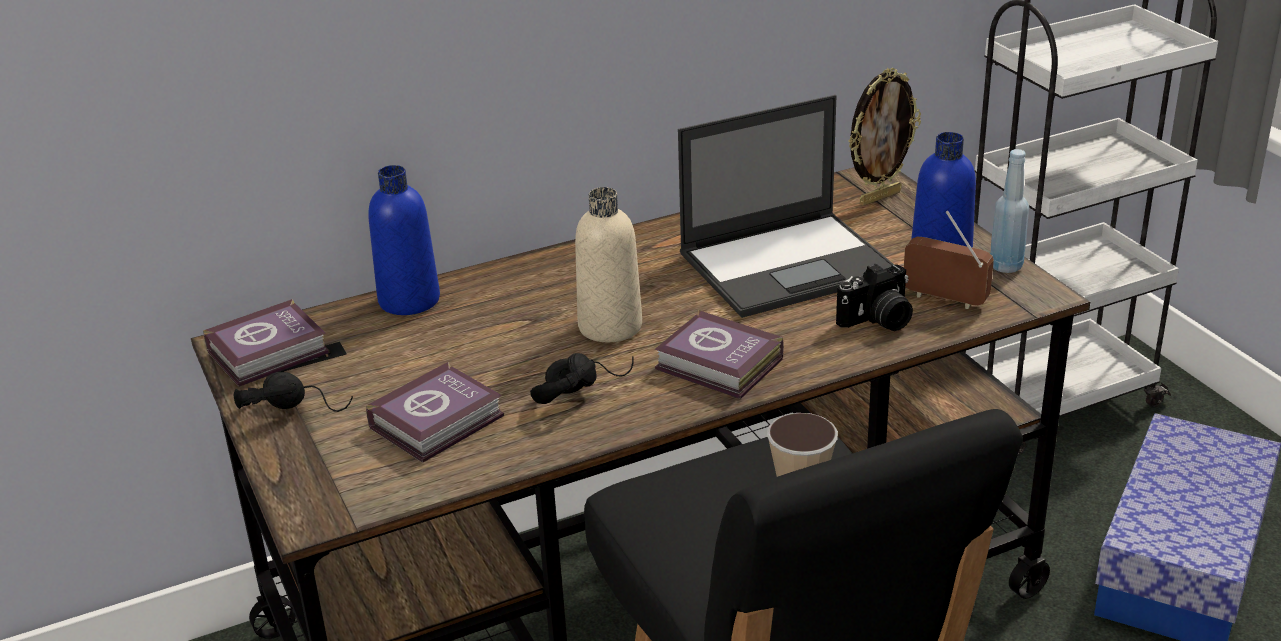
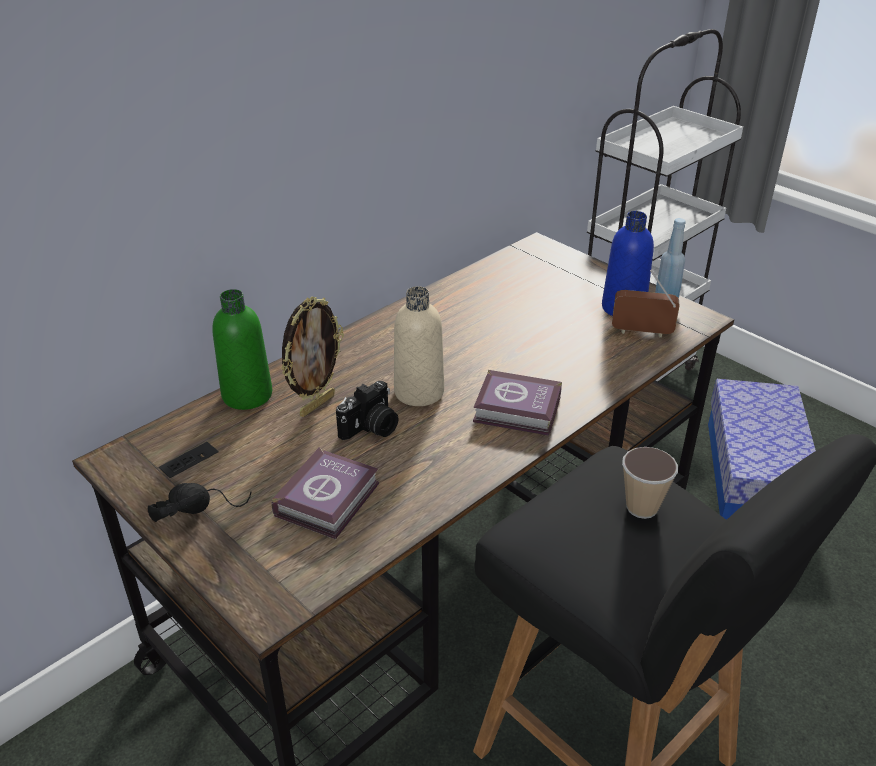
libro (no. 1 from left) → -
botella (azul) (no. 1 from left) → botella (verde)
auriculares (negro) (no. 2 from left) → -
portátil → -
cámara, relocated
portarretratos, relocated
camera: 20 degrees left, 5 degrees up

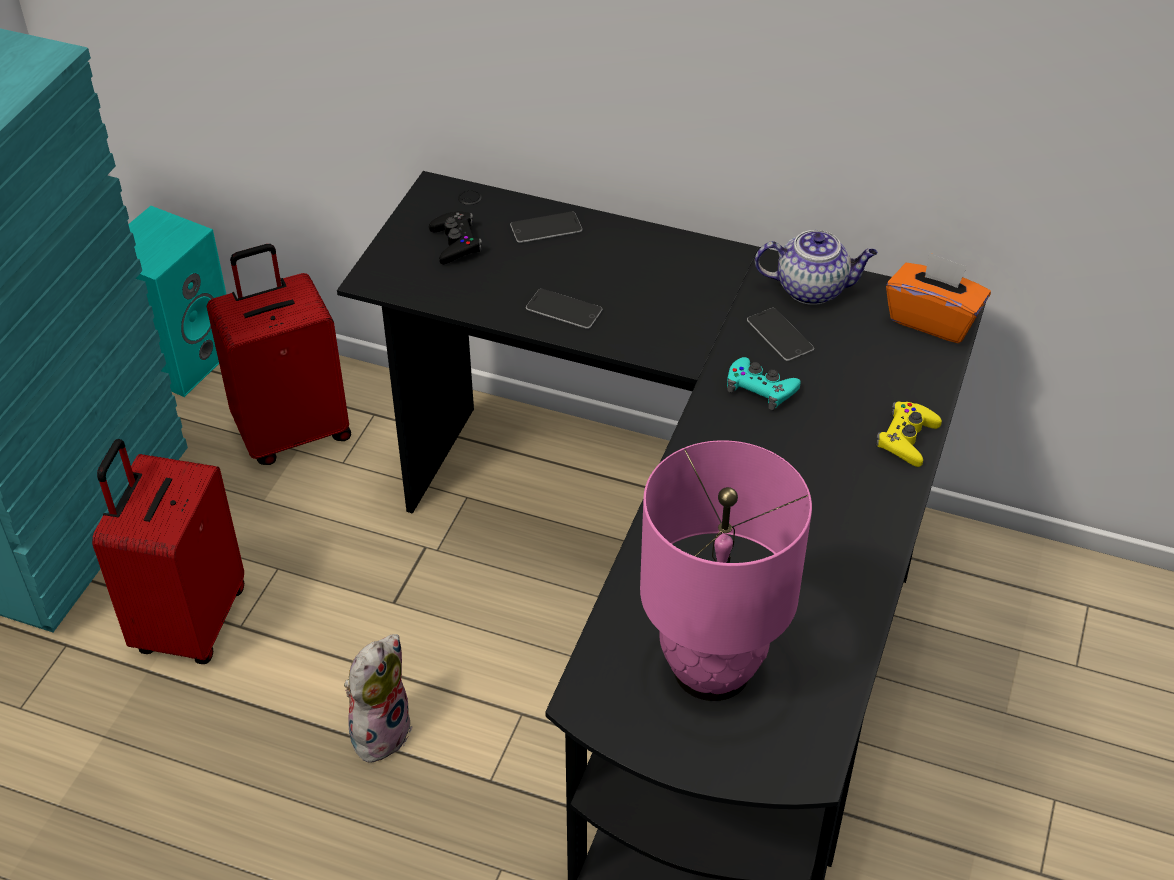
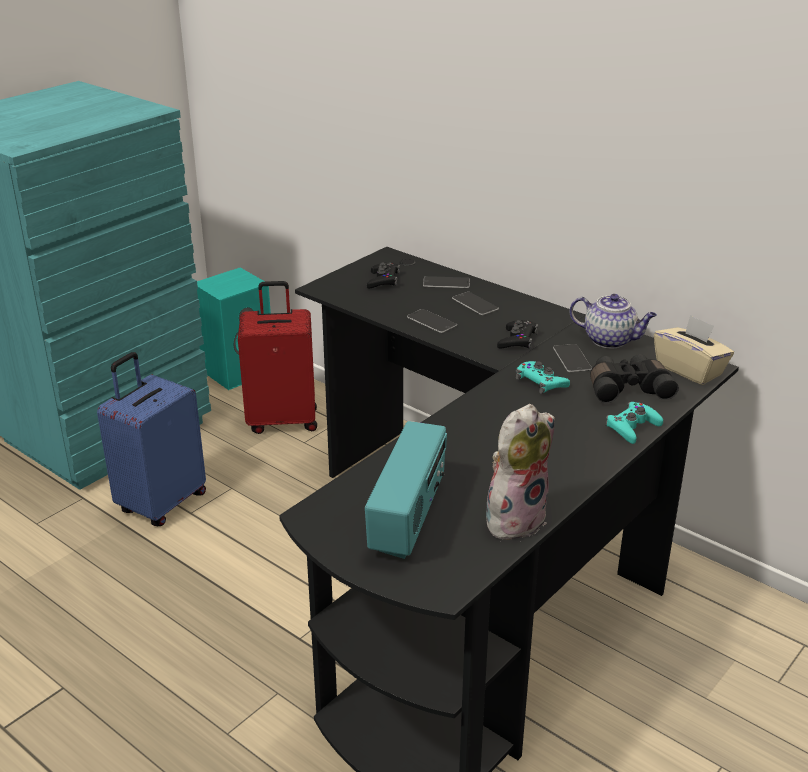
maleta (rojo) (no. 1 from left) → maleta (azul)
peluche, relocated
lámpara de mesa (rosa) → radio
mando de consola (amarillo) → mando de consola (turquesa) (no. 2 from left)
caja de pañuelos (naranja) → caja de pañuelos (beis)
- → móvil (no. 3 from left)
- → mando de consola (negro) (no. 2 from left)
- → prismáticos (negro)
camera: 20 degrees right, 15 degrees down

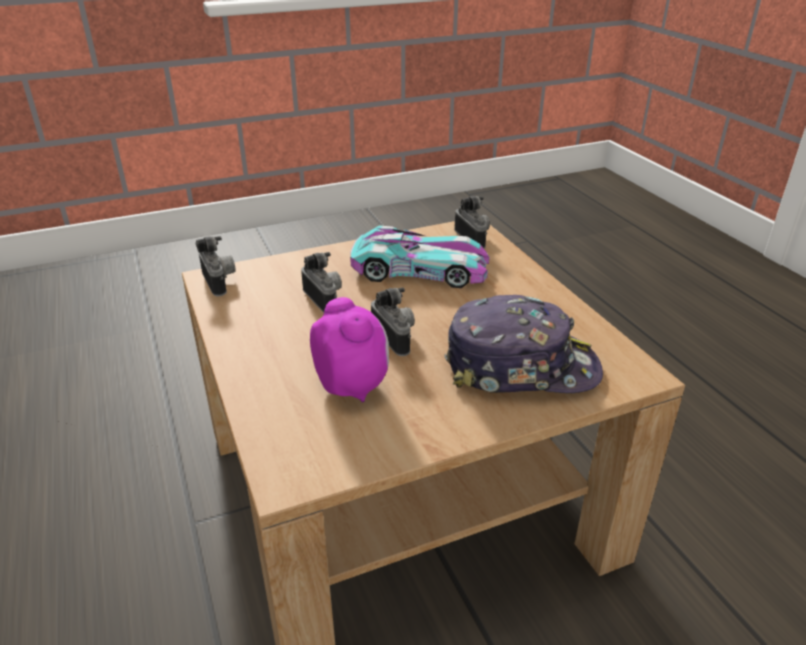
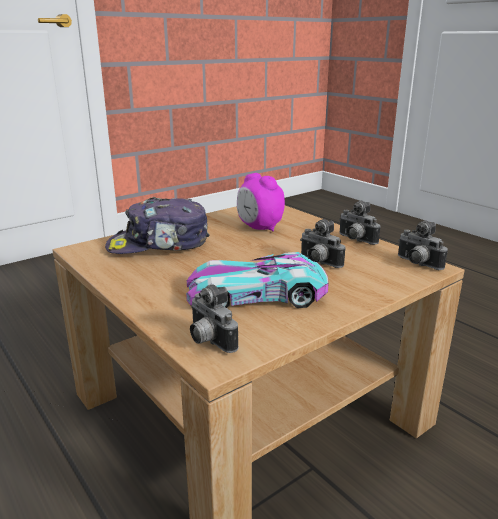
cámara (no. 3 from left), relocated
camera: 165 degrees right, 10 degrees down

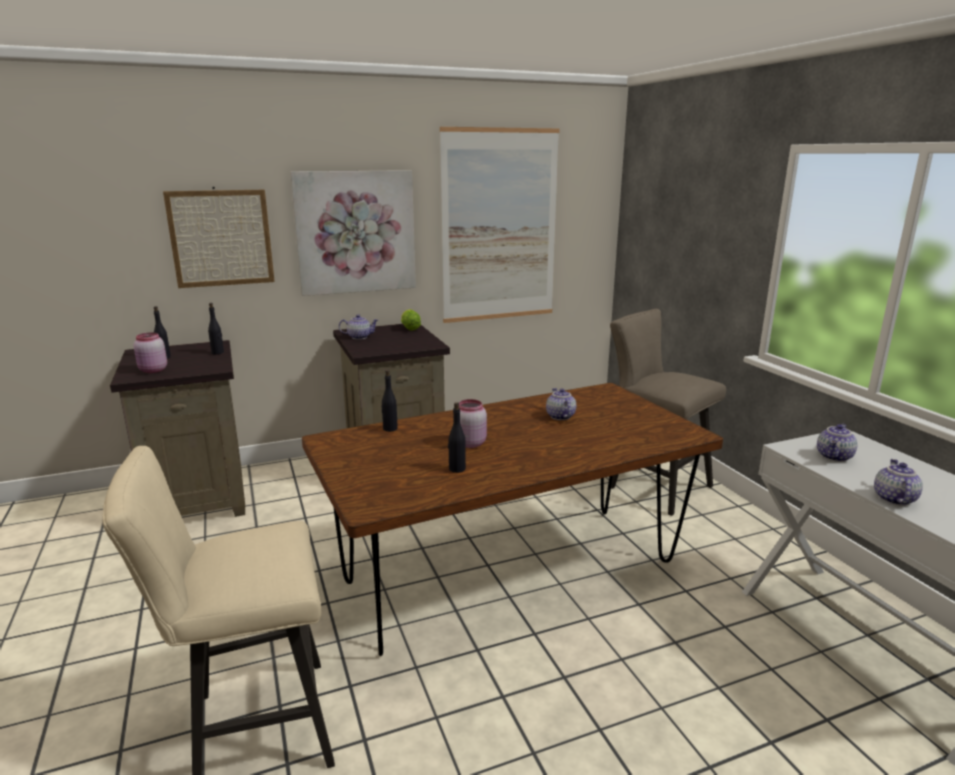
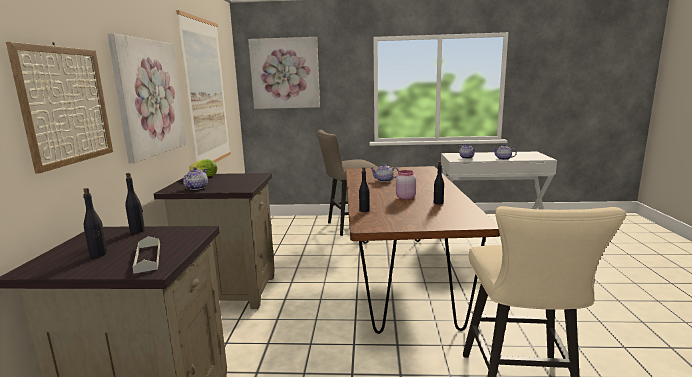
tarro (rosa) (no. 1 from left) → bandeja (gris)
- → cuadro (no. 4 from left)
camera: 65 degrees left, 5 degrees down

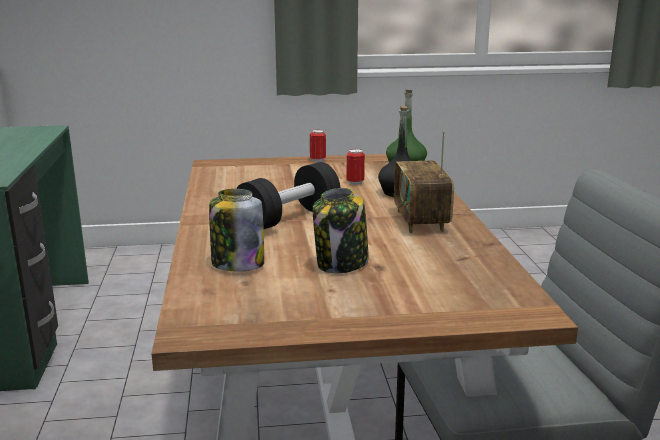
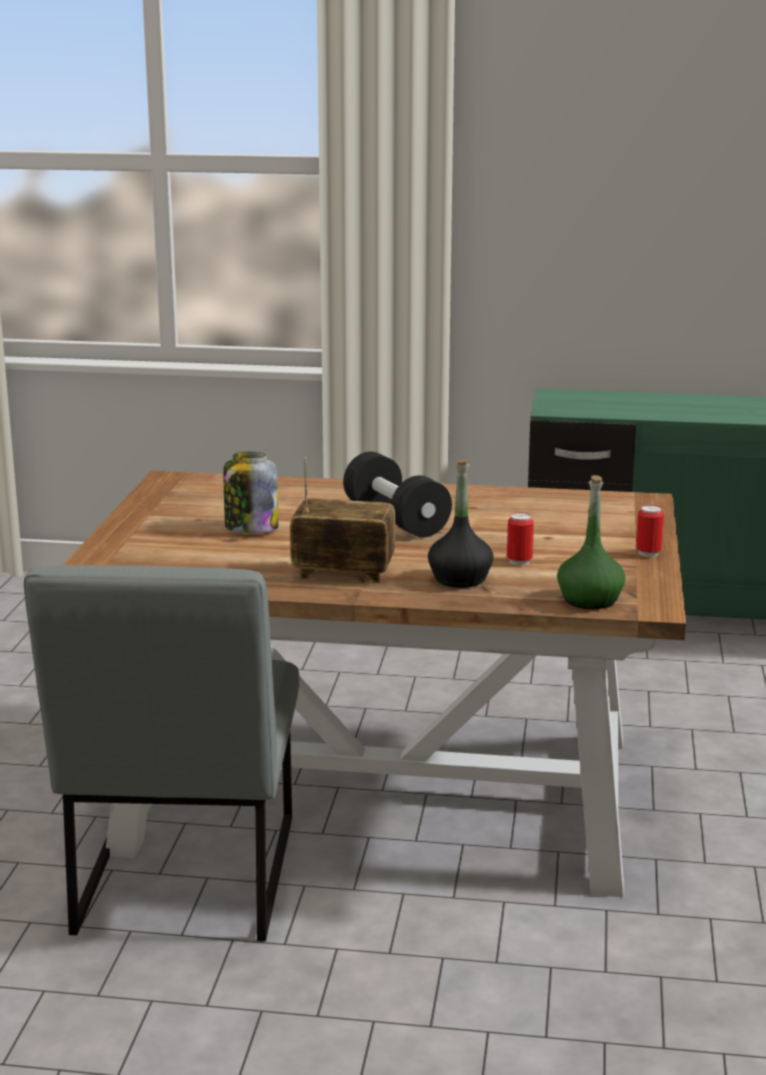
tarro (no. 1 from left) → -
camera: 105 degrees right, 0 degrees up

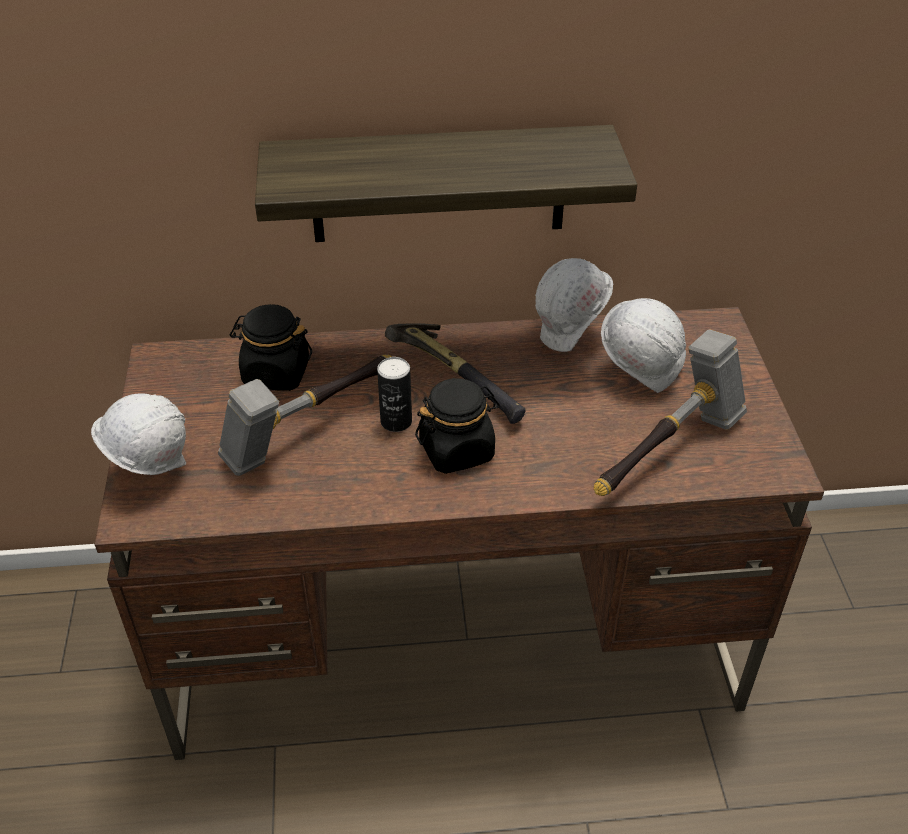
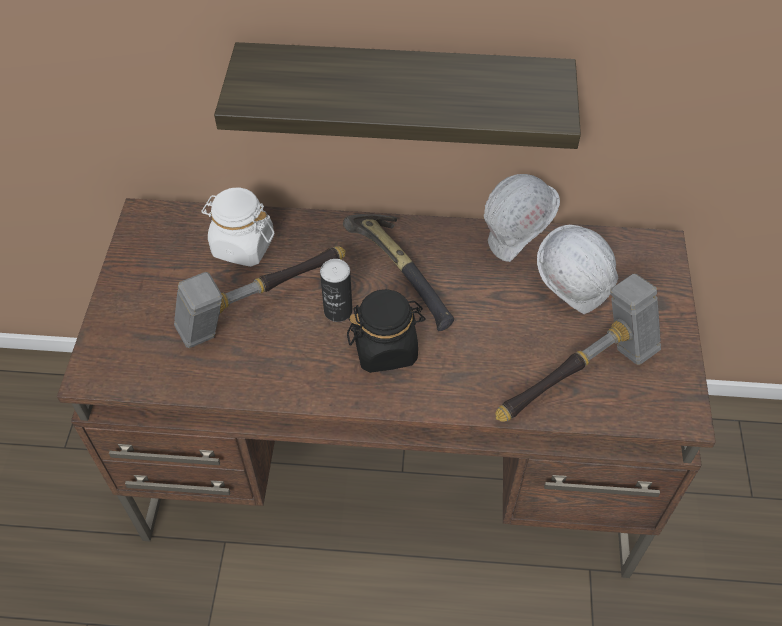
casco (blanco) (no. 1 from left) → -
tarro (negro) (no. 1 from left) → tarro (blanco)
camera: 10 degrees right, 10 degrees up

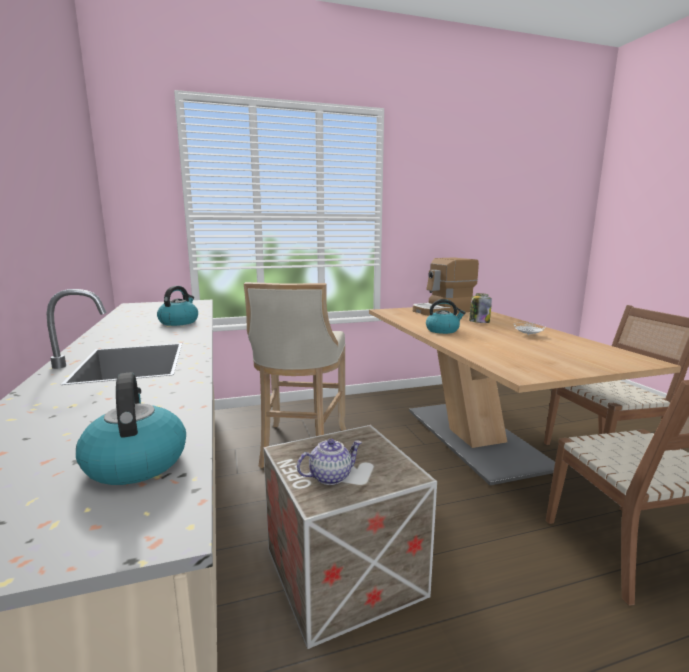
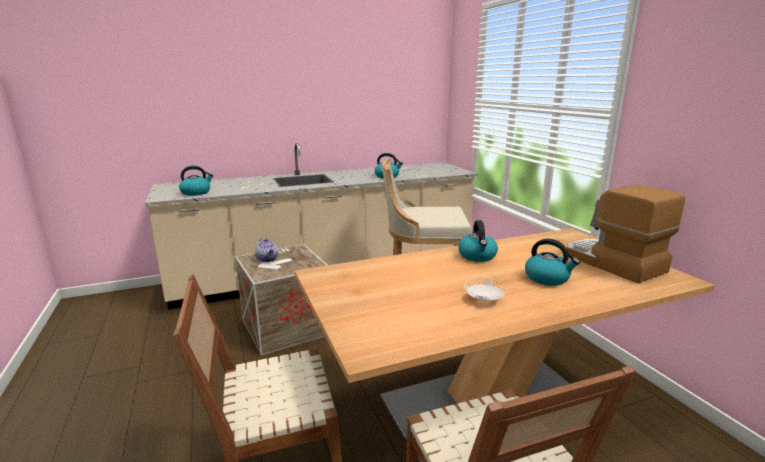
tarro → hervidor (no. 4 from left)
camera: 85 degrees right, 5 degrees up

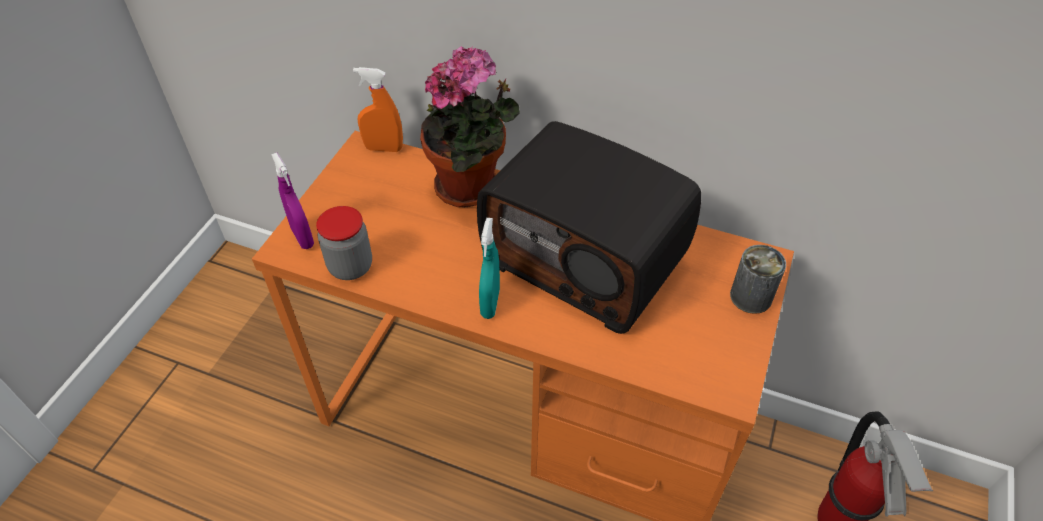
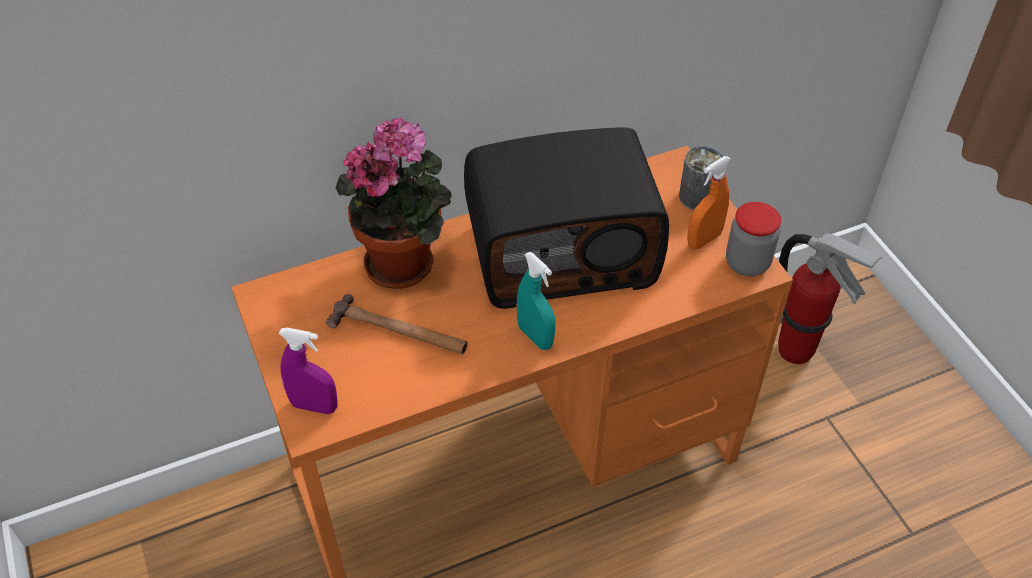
tarro, relocated
pulverizador (naranja), relocated
- → martillo
camera: 45 degrees left, 0 degrees up

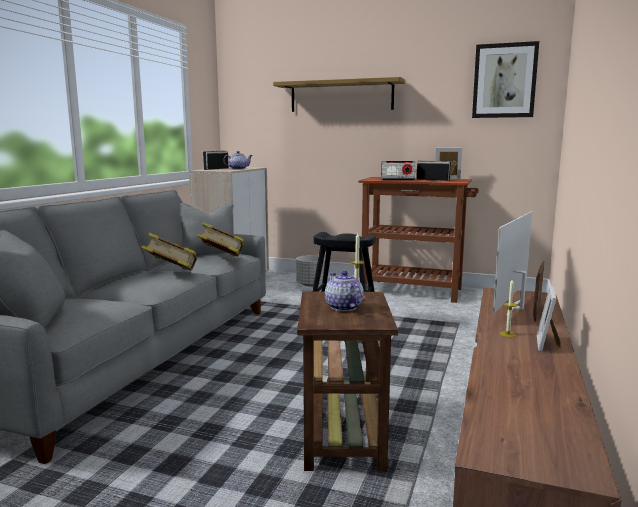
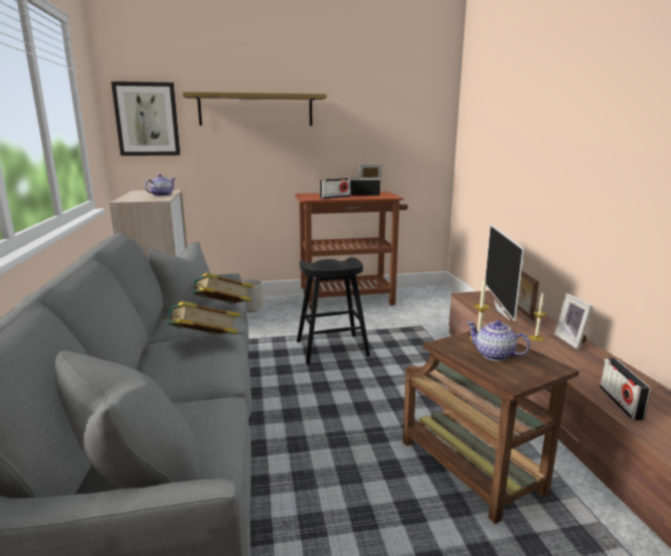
radio (no. 1 from left in the first image) → radio (no. 3 from left), relocated
cuadro, relocated
camera: 30 degrees left, 5 degrees up

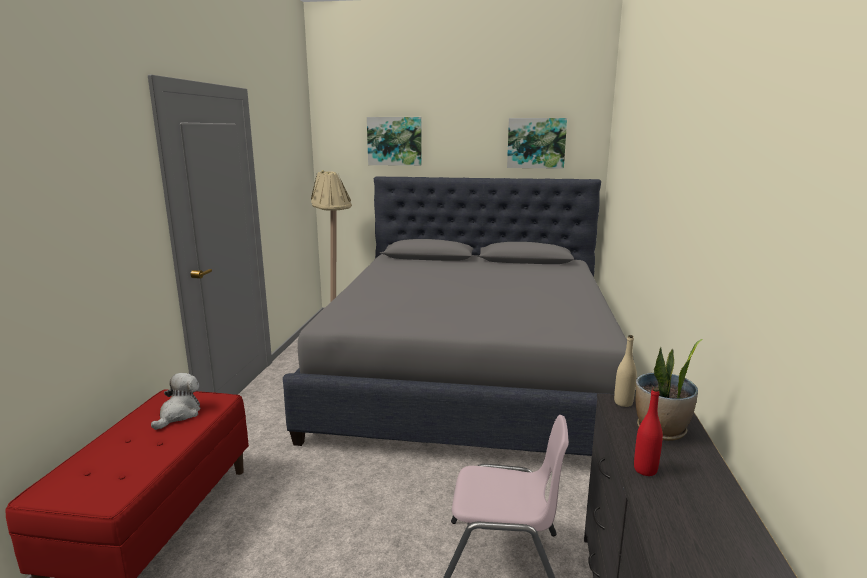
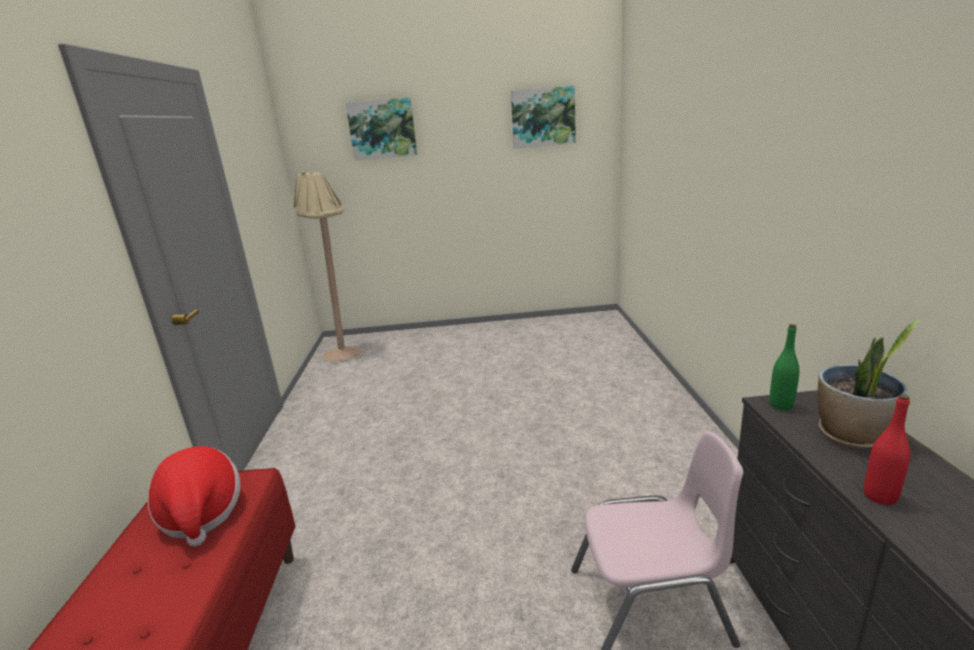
peluche → sombrero
cama (gris) → -
botella (beis) → botella (verde)
camera: 10 degrees left, 5 degrees up

